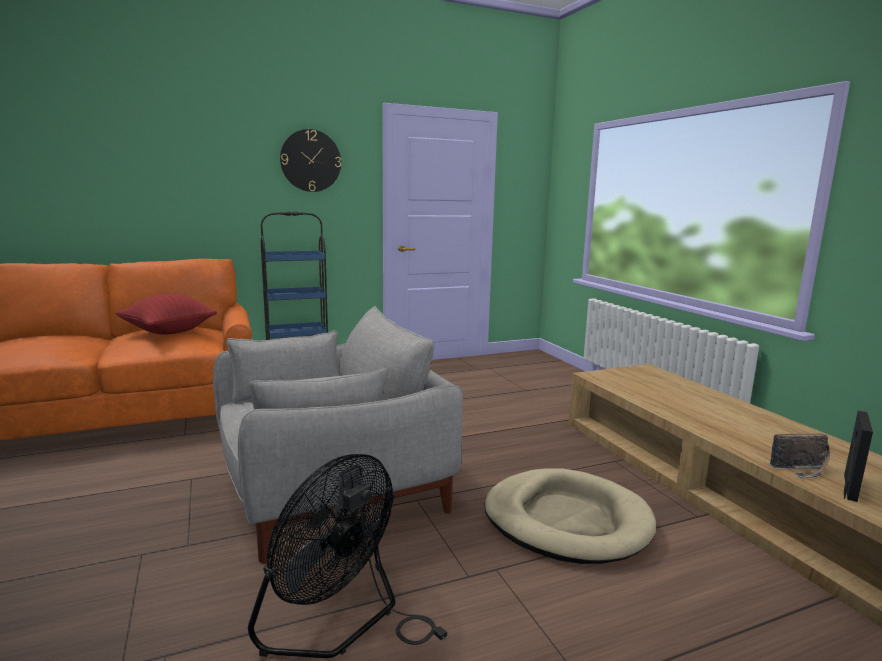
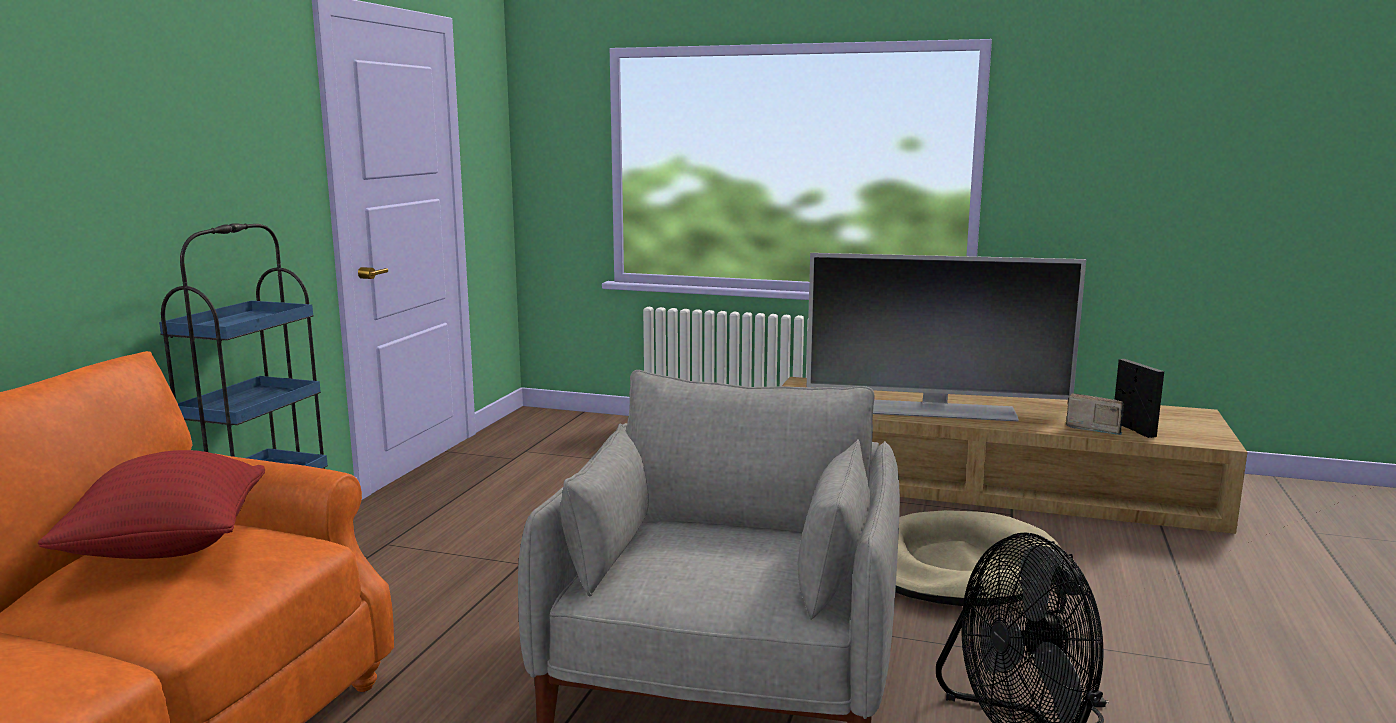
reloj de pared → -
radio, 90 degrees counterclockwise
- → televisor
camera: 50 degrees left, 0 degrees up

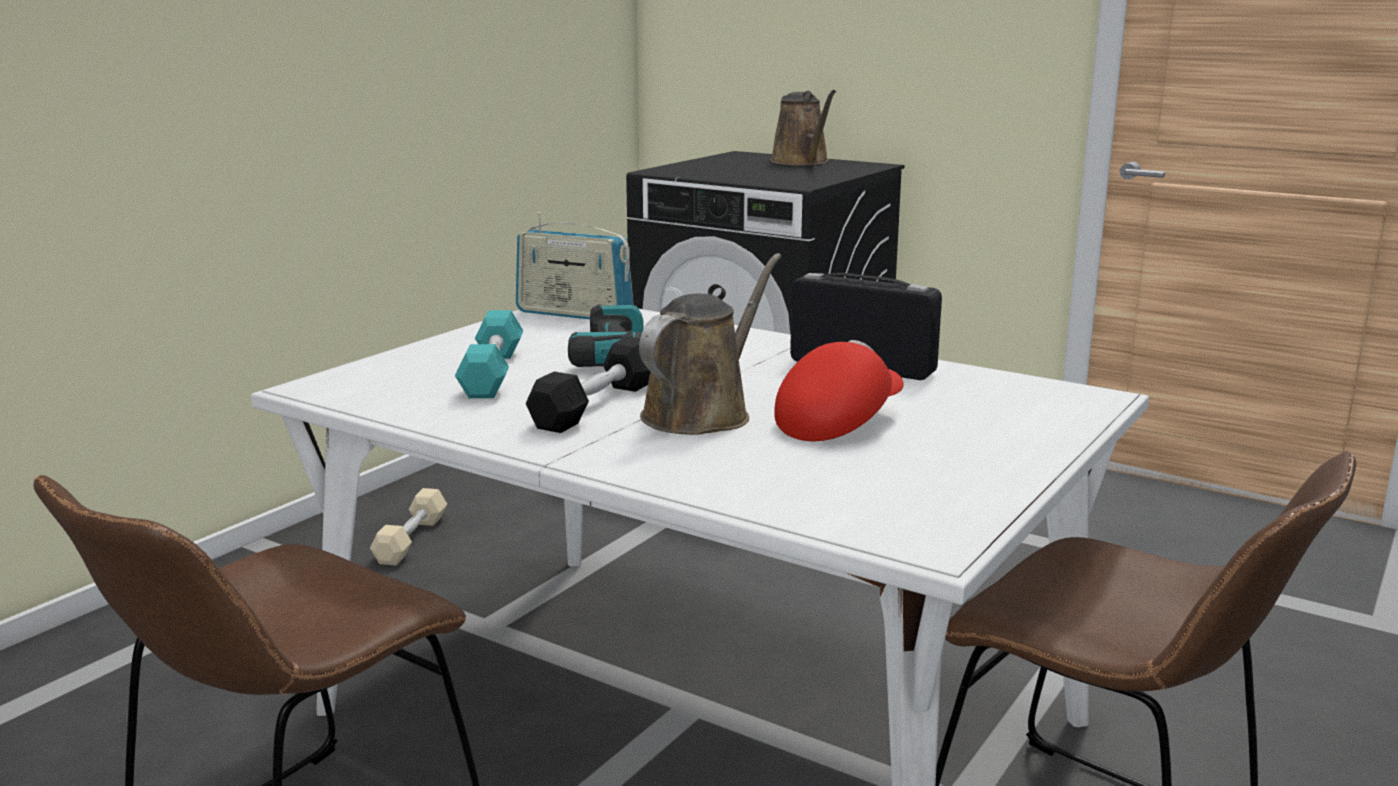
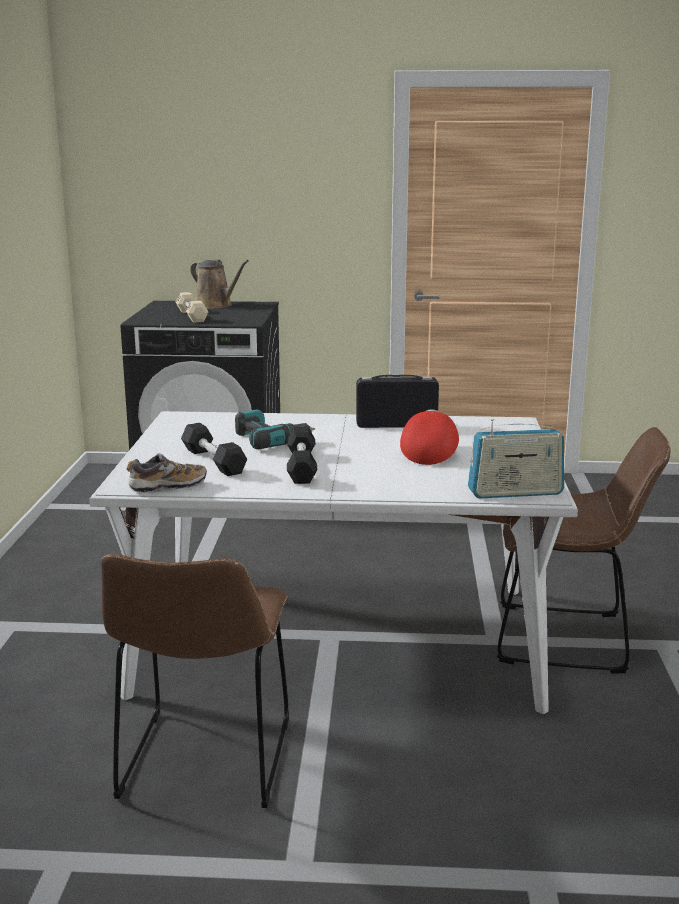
mancuerna (beis), relocated
mancuerna (turquesa) → mancuerna (negro) (no. 1 from left)
radio (no. 1 from left in the first image) → radio (no. 2 from left), relocated
regadera (marrón) (no. 1 from left) → -
- → zapato
camera: 30 degrees left, 0 degrees up

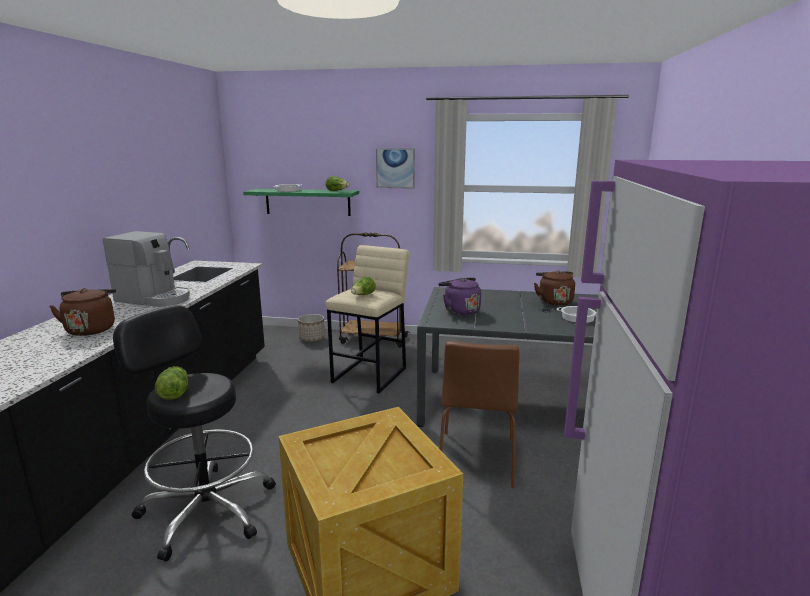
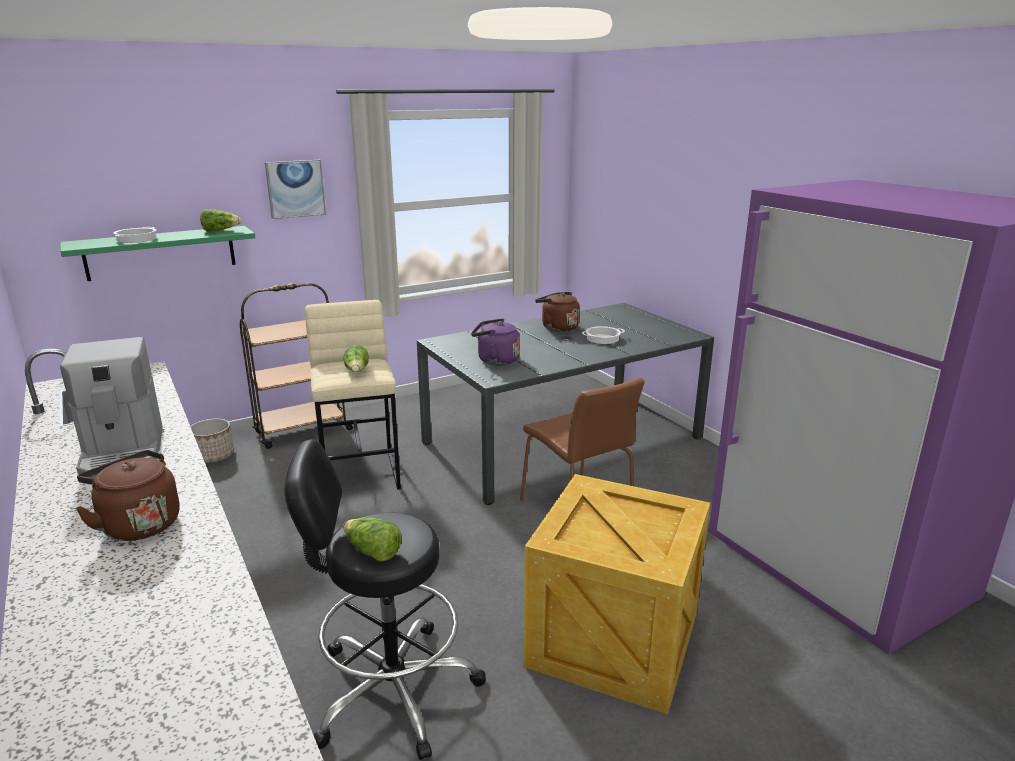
cafetera, 90 degrees clockwise
camera: 40 degrees left, 5 degrees up

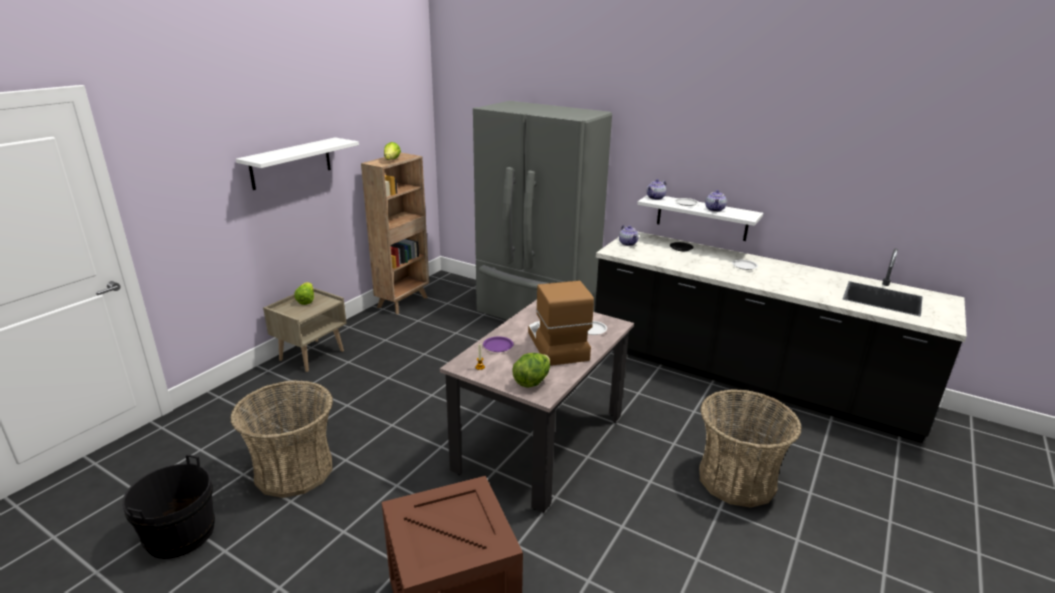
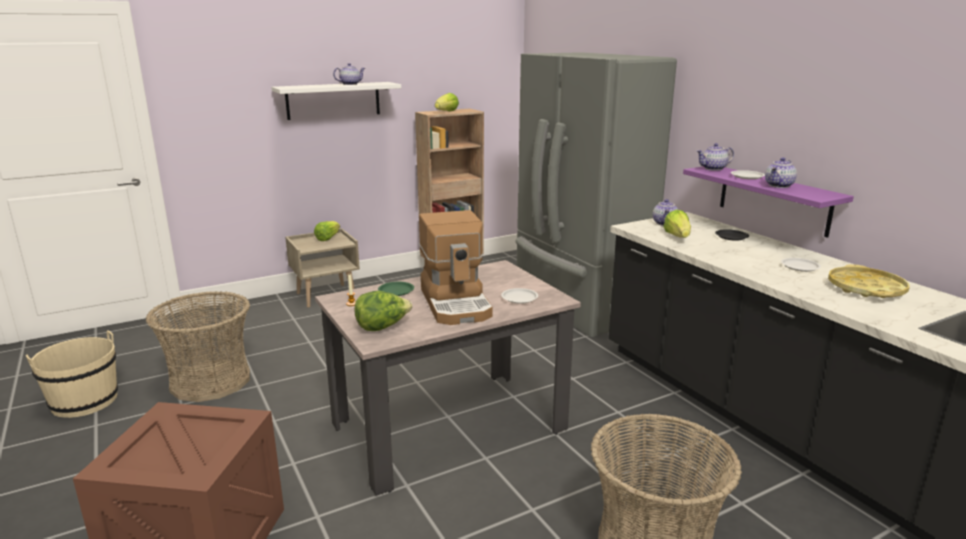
cubo (negro) → cubo (beis)
plato (morado) → plato (verde)
cafetera, 150 degrees clockwise
estante (blanco) (no. 2 from left) → estante (morado)
- → tetera (no. 1 from left)
- → lechuga (no. 4 from left)
- → bandeja (amarillo)
camera: 30 degrees right, 5 degrees down

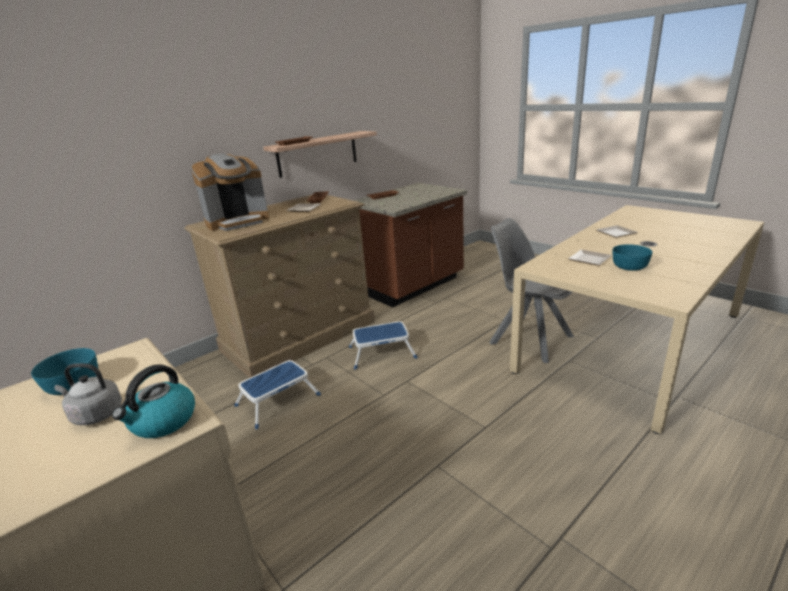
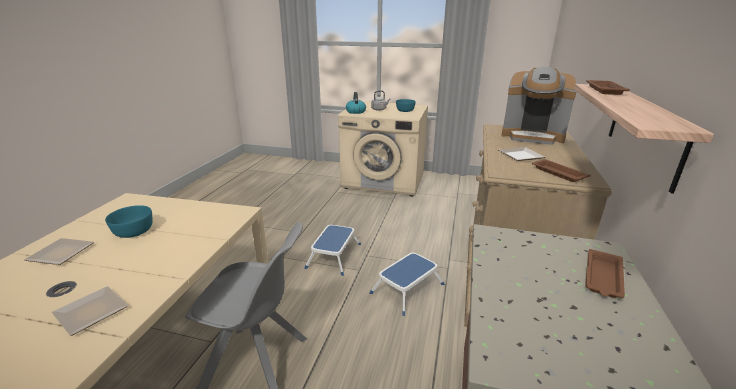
cafetera, 90 degrees counterclockwise
escalera de tijera (azul) (no. 1 from left), relocated
plato (no. 2 from left in the first image) → plato (no. 1 from left), relocated
camera: 145 degrees right, 0 degrees up

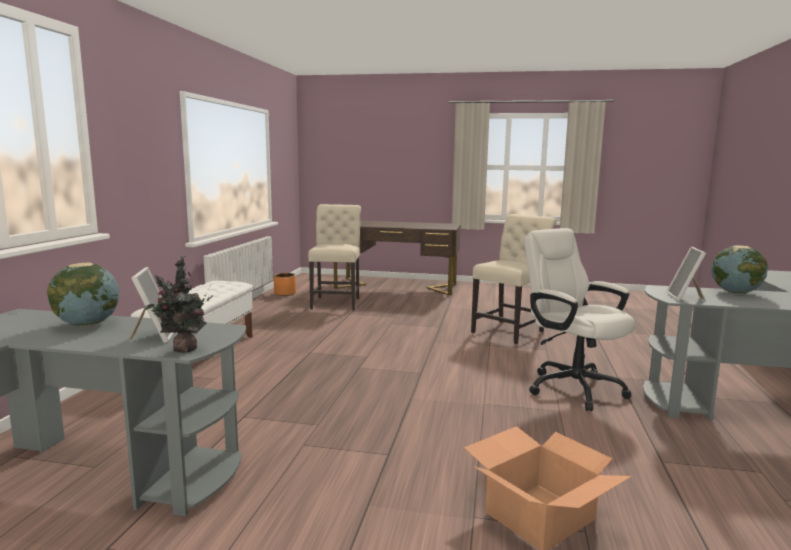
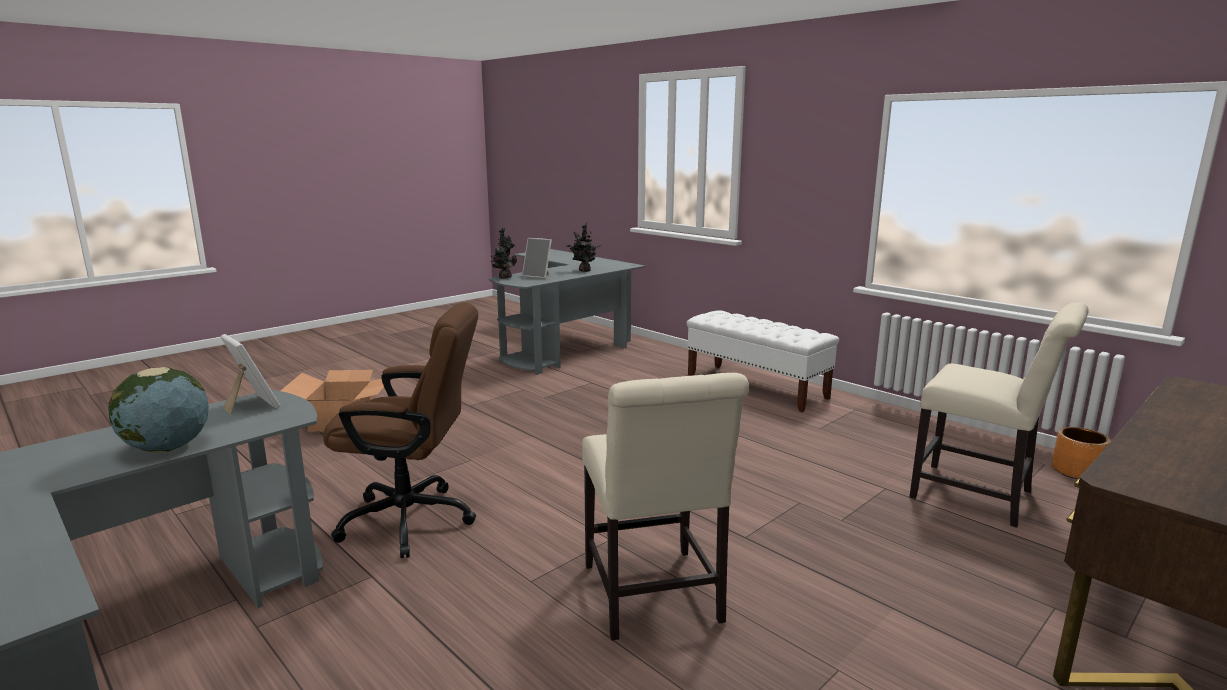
globo terráqueo (no. 1 from left) → planta en maceta (no. 2 from left)
silla de oficina (blanco) → silla de oficina (marrón)
camera: 125 degrees right, 5 degrees up

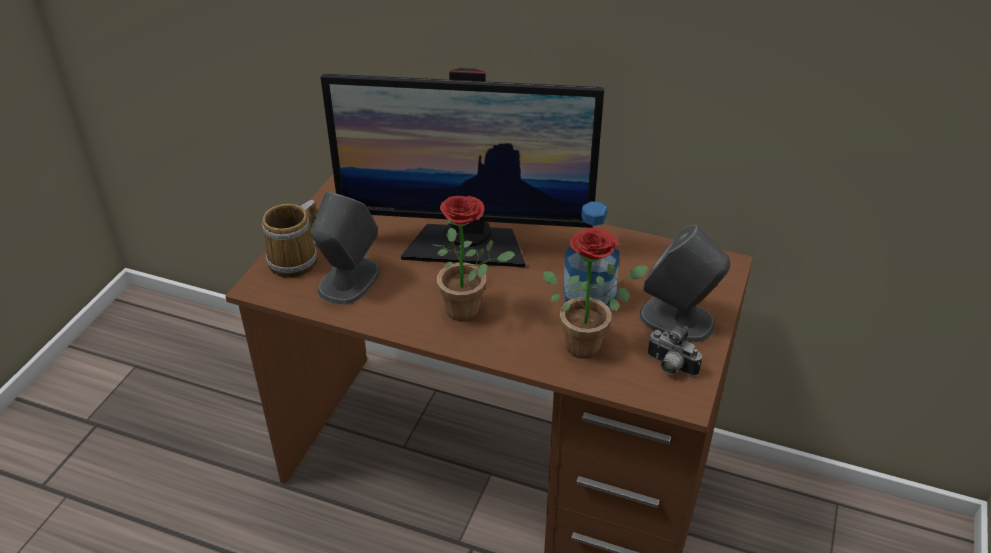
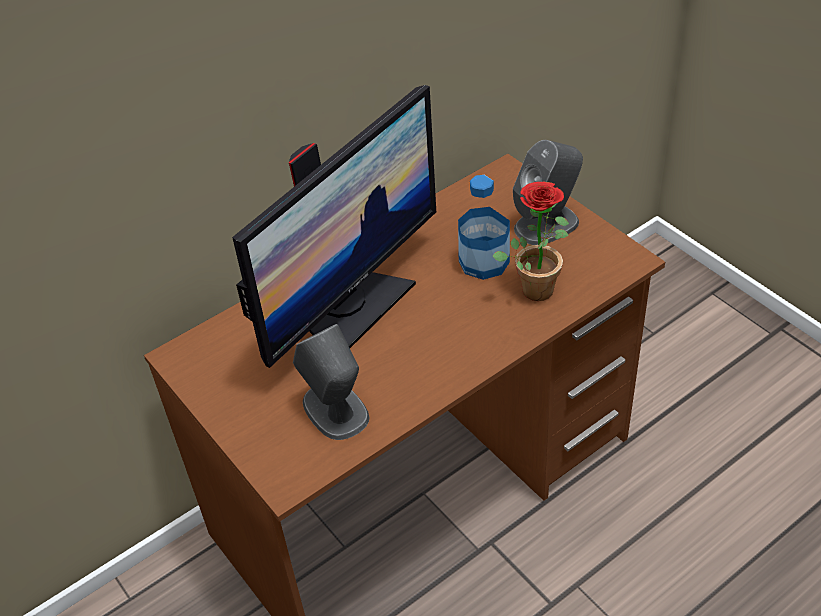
taza grande → -
planta en maceta (no. 1 from left) → -
cámara → -
camera: 55 degrees left, 5 degrees up

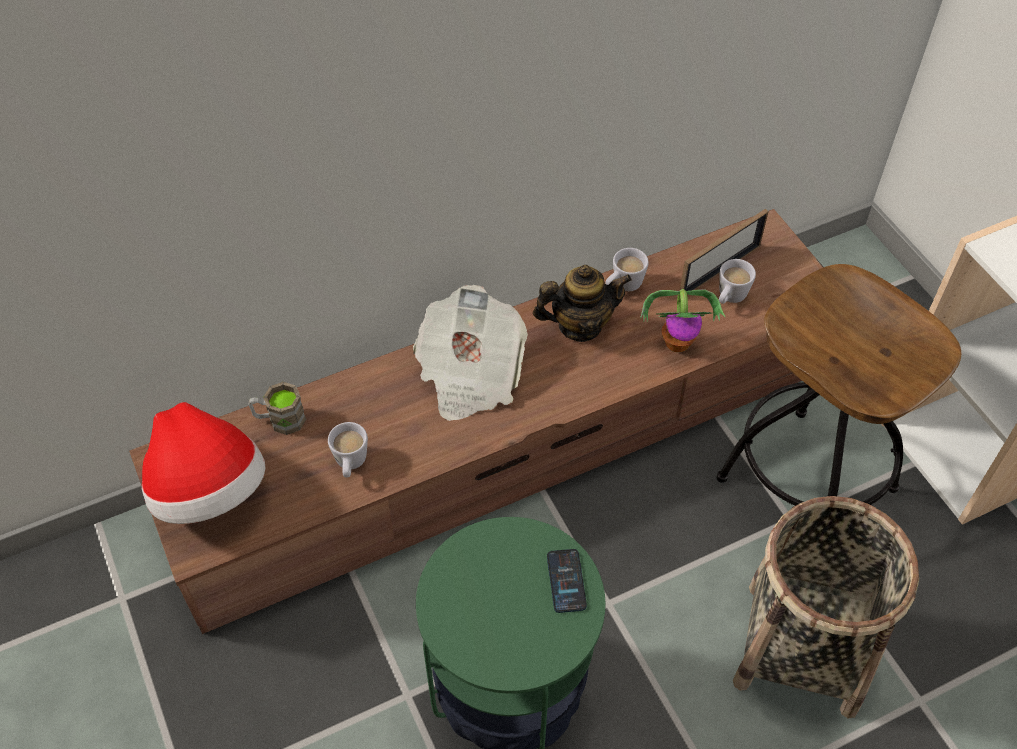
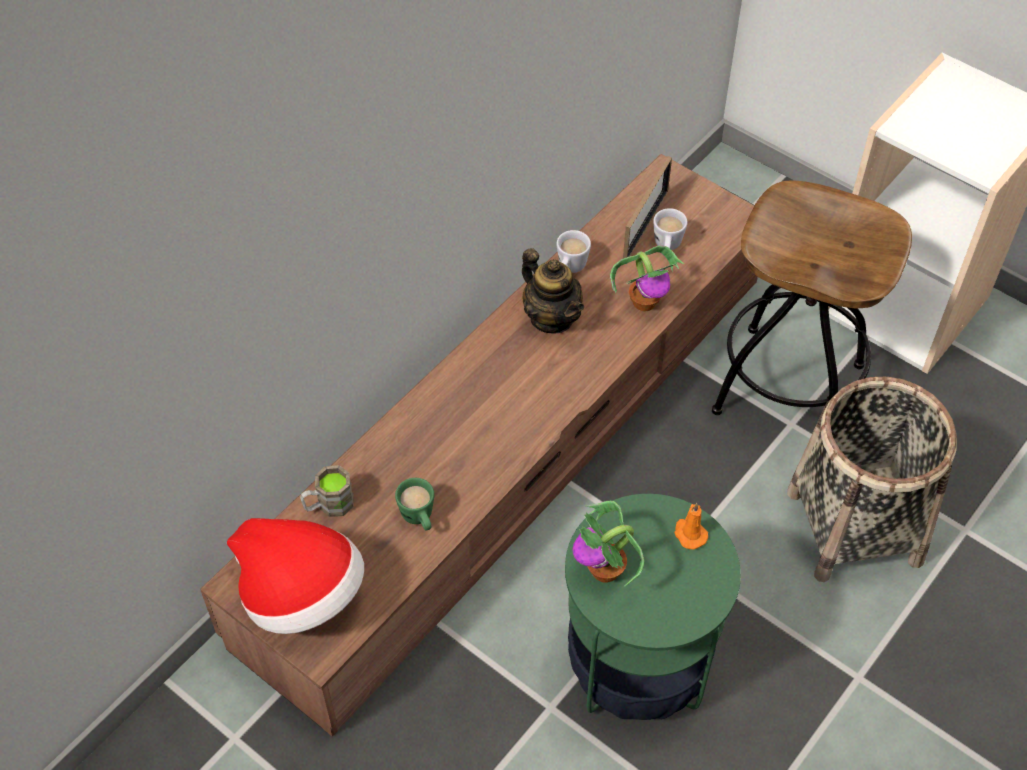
taza grande (blanco) (no. 1 from left) → taza grande (verde)
periódico → -
tetera, 90 degrees clockwise
móvil → vela (naranja)
- → planta en maceta (no. 1 from left)
camera: 25 degrees left, 0 degrees up

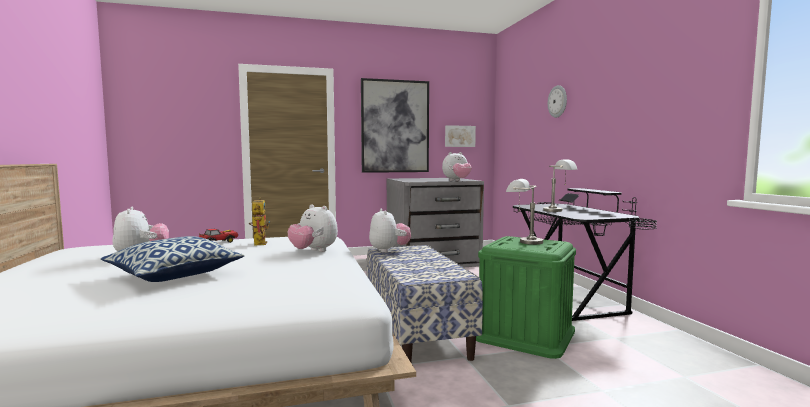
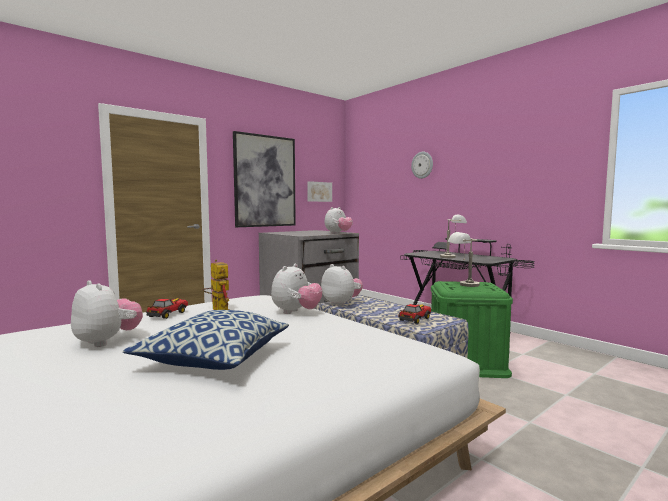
peluche (no. 2 from left), 75 degrees counterclockwise
- → coche de juguete (no. 2 from left)
camera: 25 degrees left, 0 degrees up

